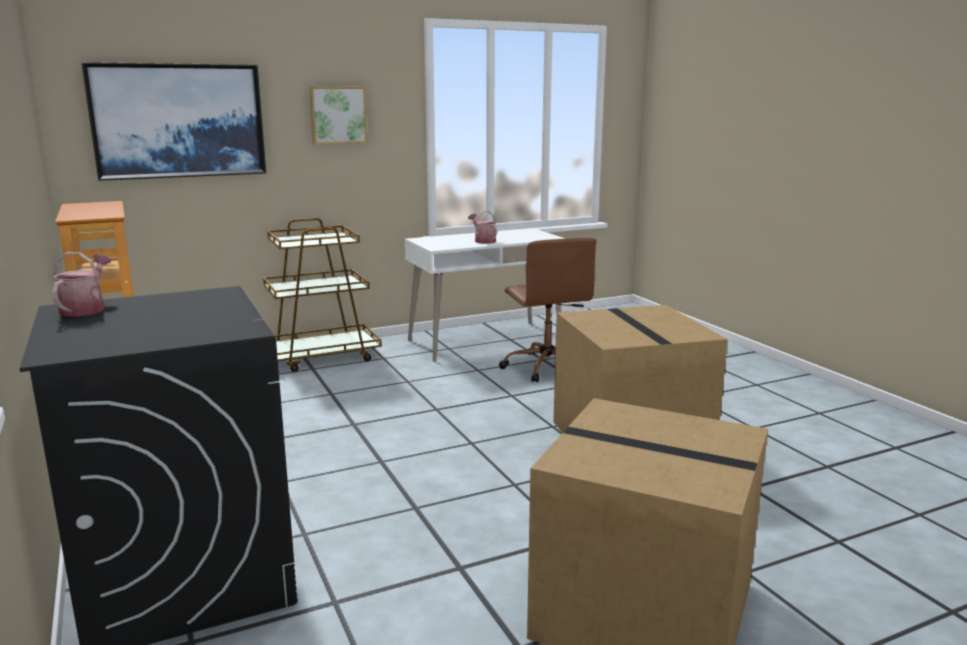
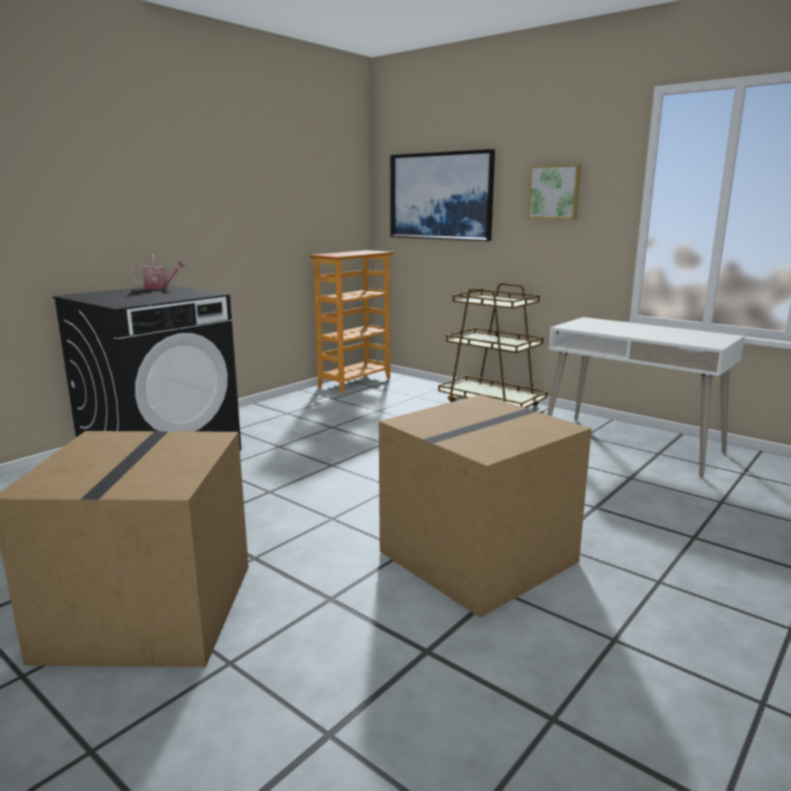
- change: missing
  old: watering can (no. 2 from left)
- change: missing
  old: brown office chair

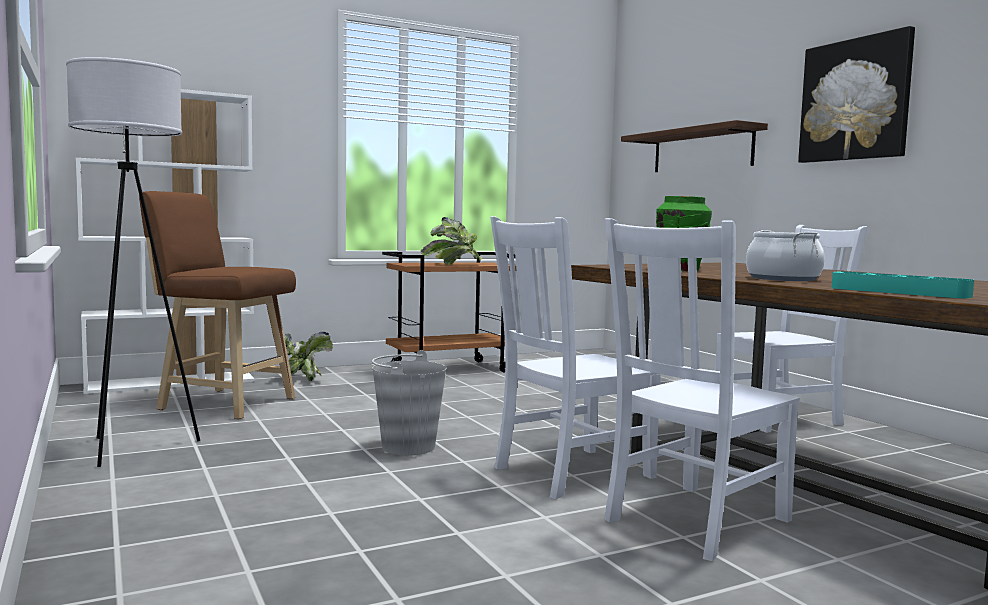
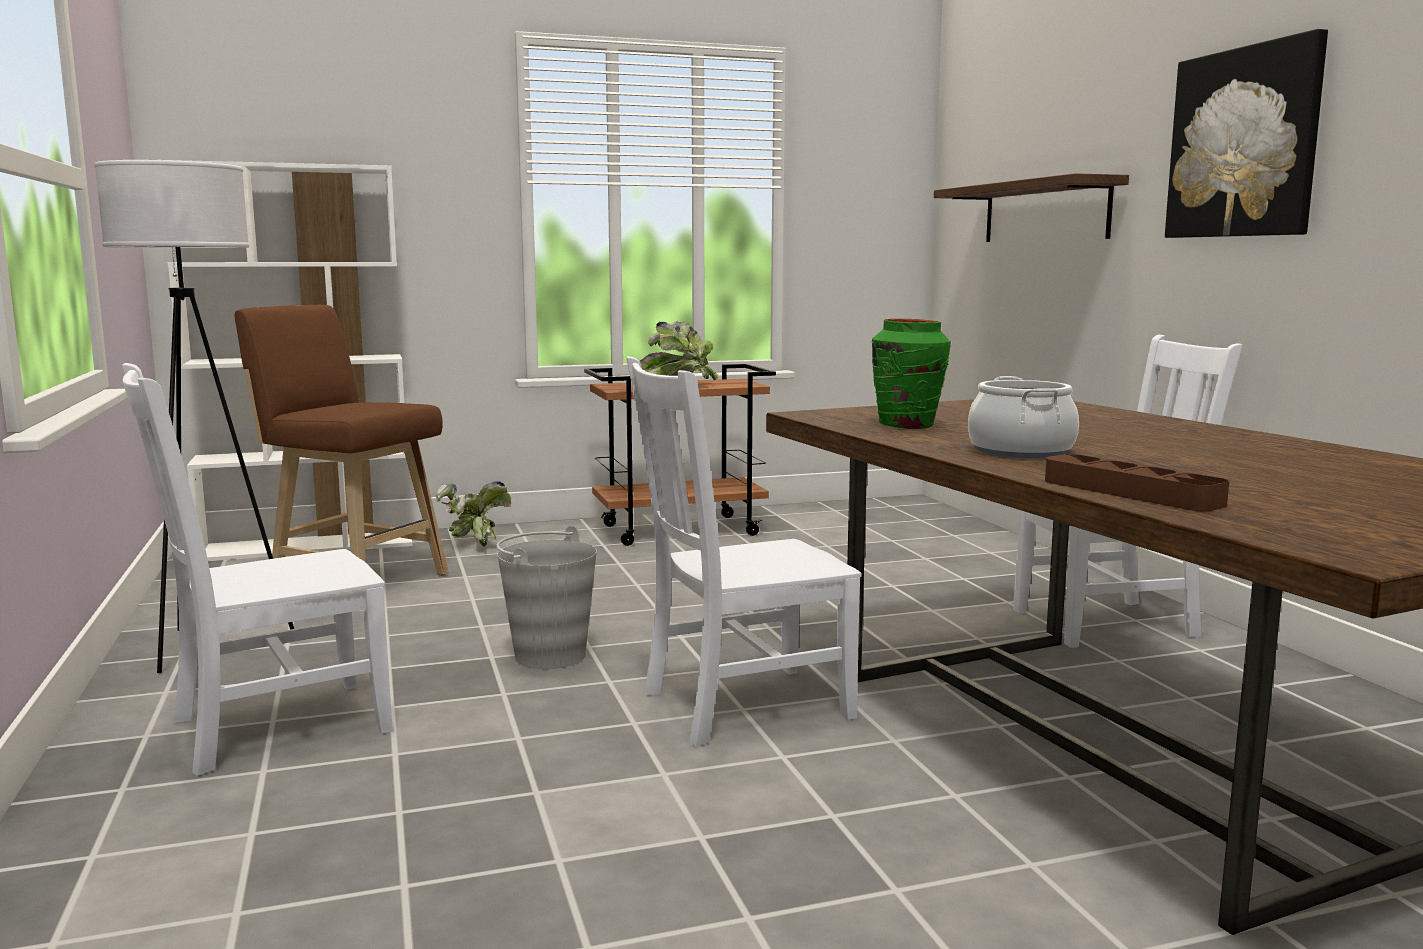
- change: relocated
  old: white chair (no. 2 from left in the first image)
  new: white chair (no. 1 from left)
- change: colour
  old: turquoise tray
  new: brown tray

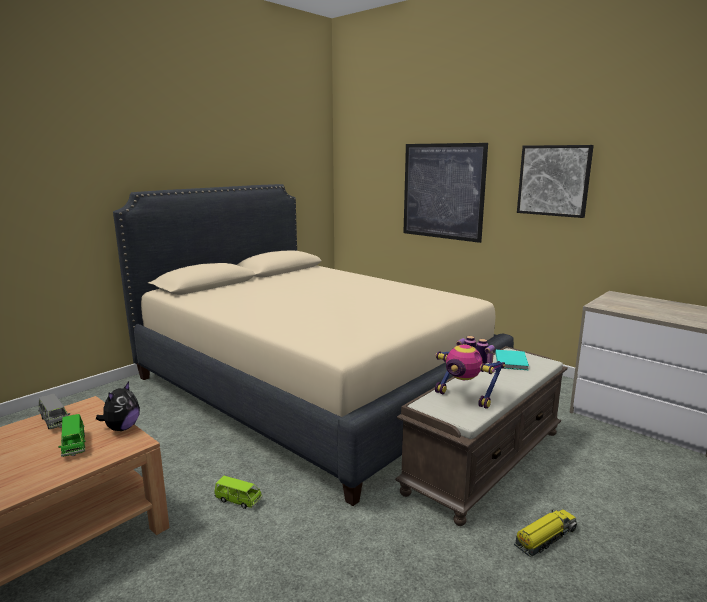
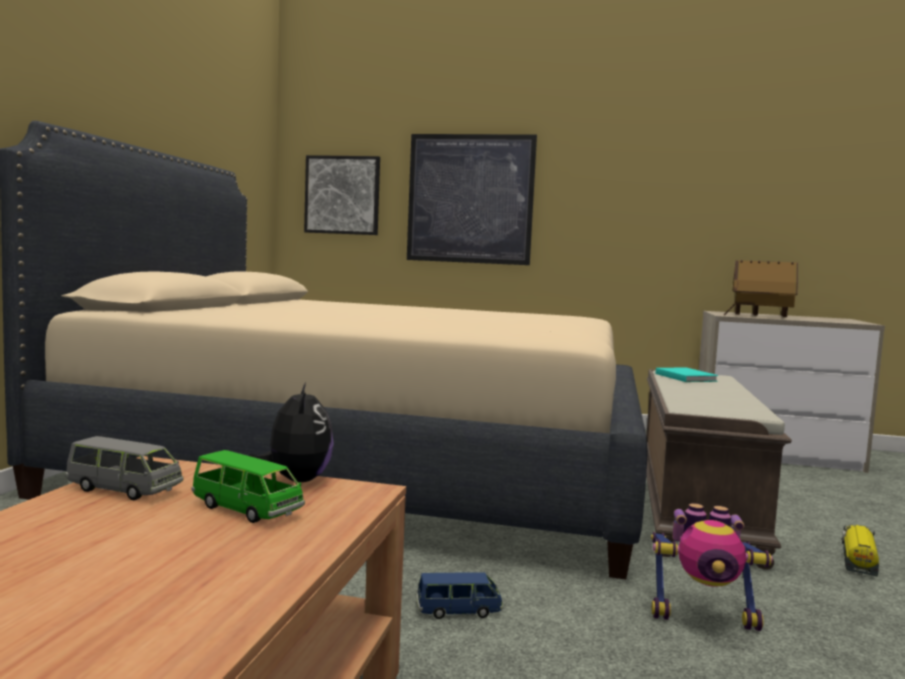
- change: colour
  old: green toy car (no. 2 from left)
  new: blue toy car
- change: relocated
  old: toy robot
- change: relocated
  old: picture (no. 2 from left in the first image)
  new: picture (no. 1 from left)
- change: appeared
  new: toy house

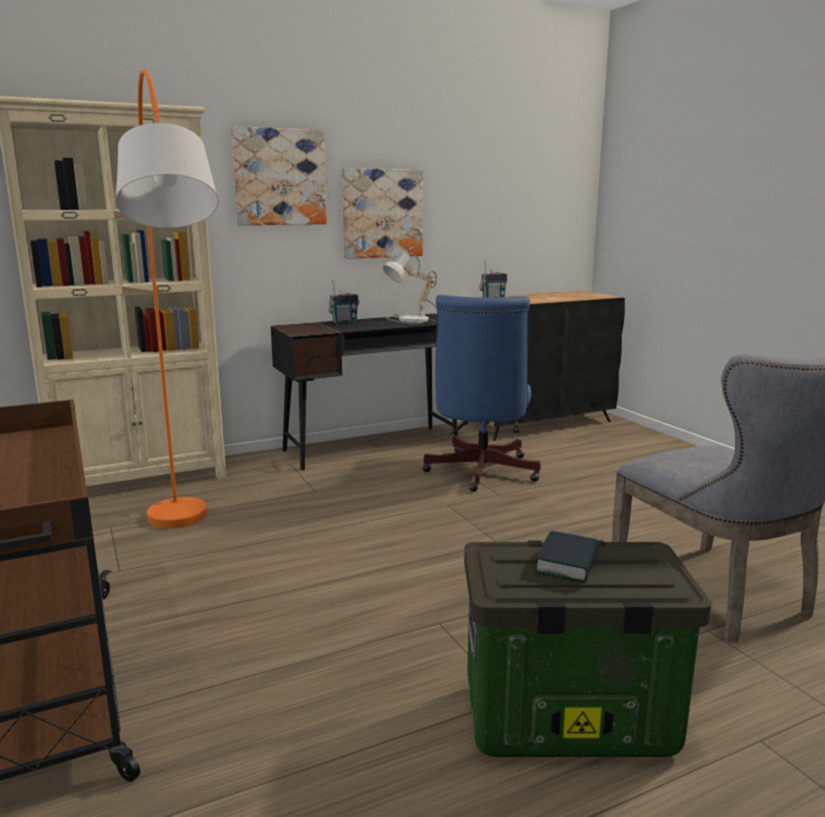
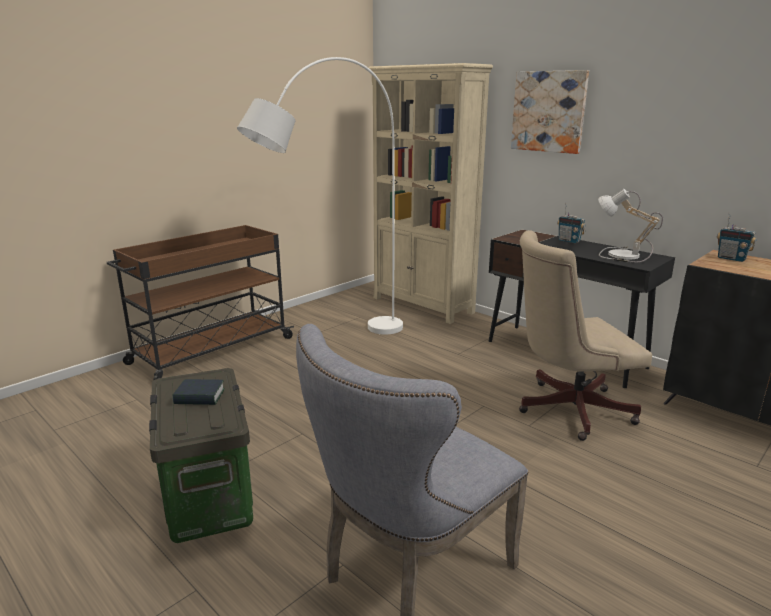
- change: colour
  old: orange floor lamp
  new: white floor lamp
- change: missing
  old: picture (no. 2 from left)
- change: colour
  old: blue office chair
  new: beige office chair

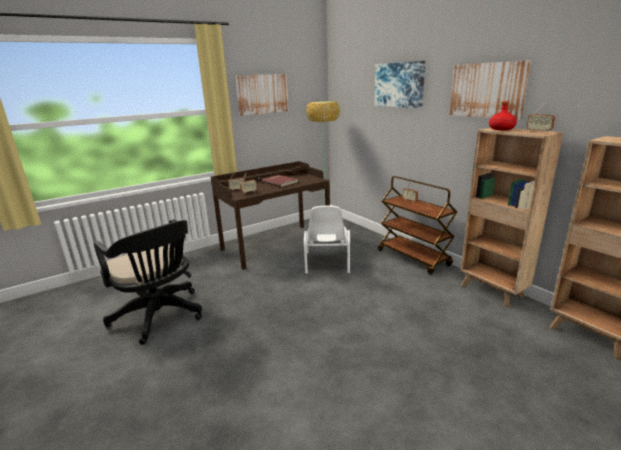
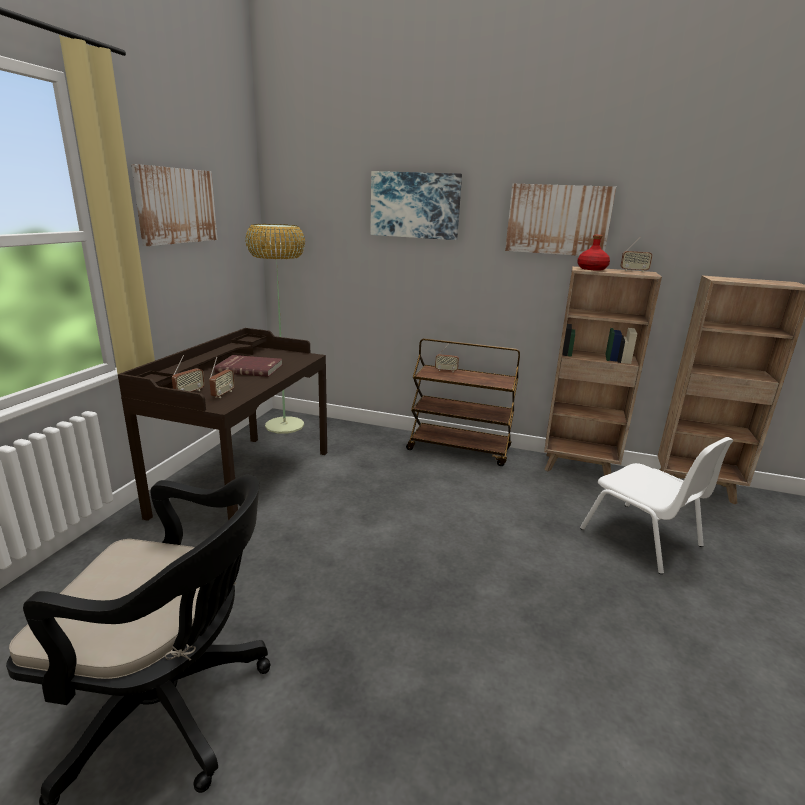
- change: relocated
  old: white chair

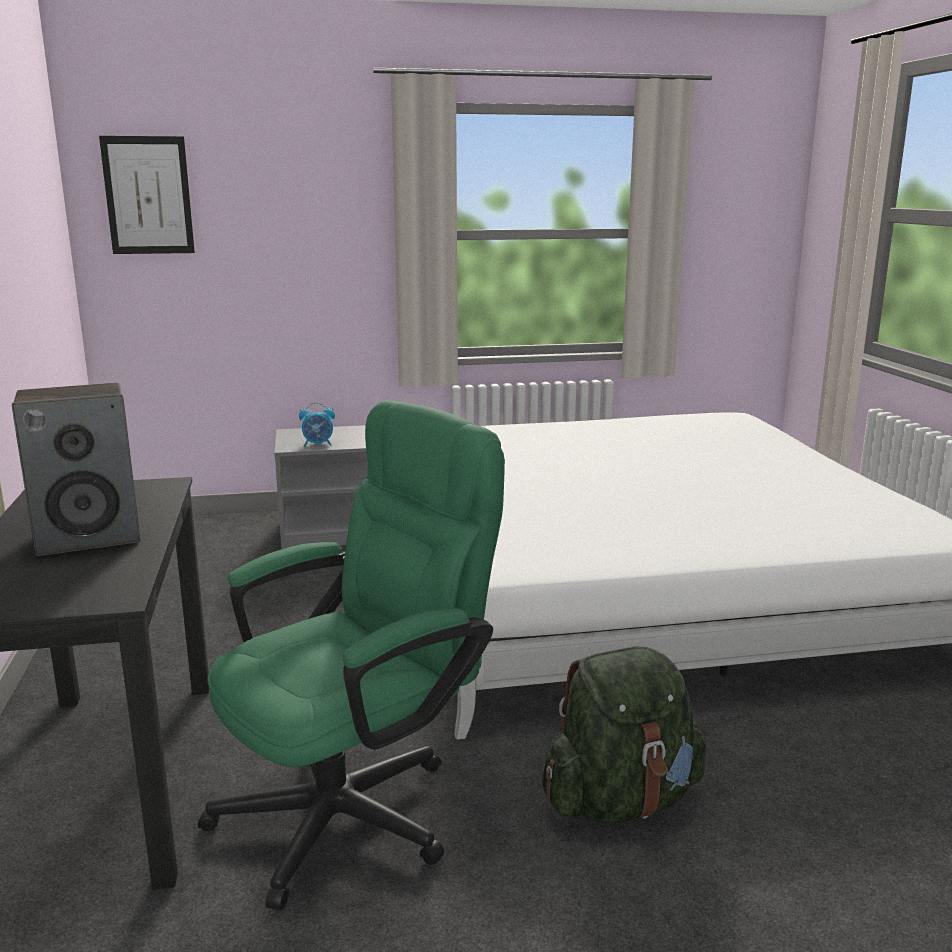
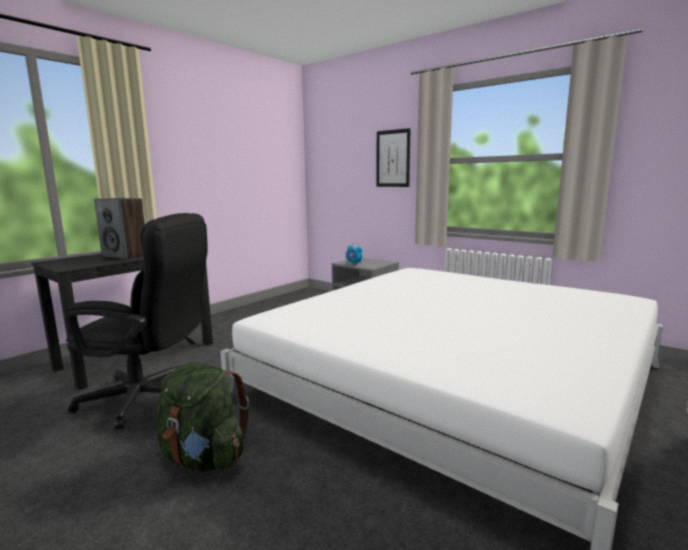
- change: relocated
  old: picture
- change: colour
  old: green office chair
  new: black office chair

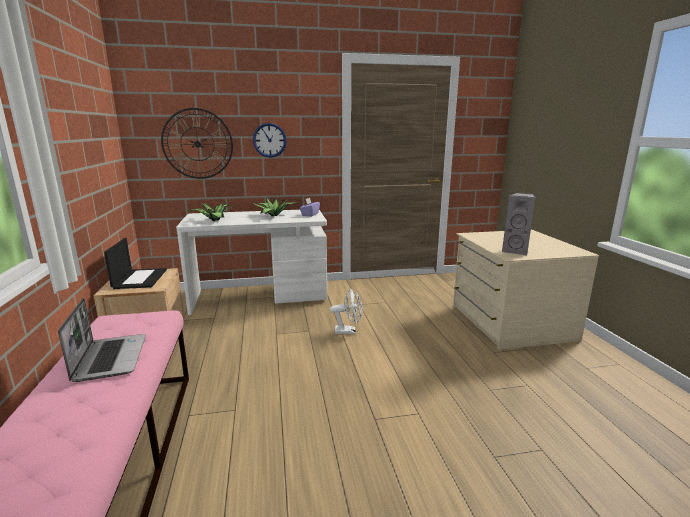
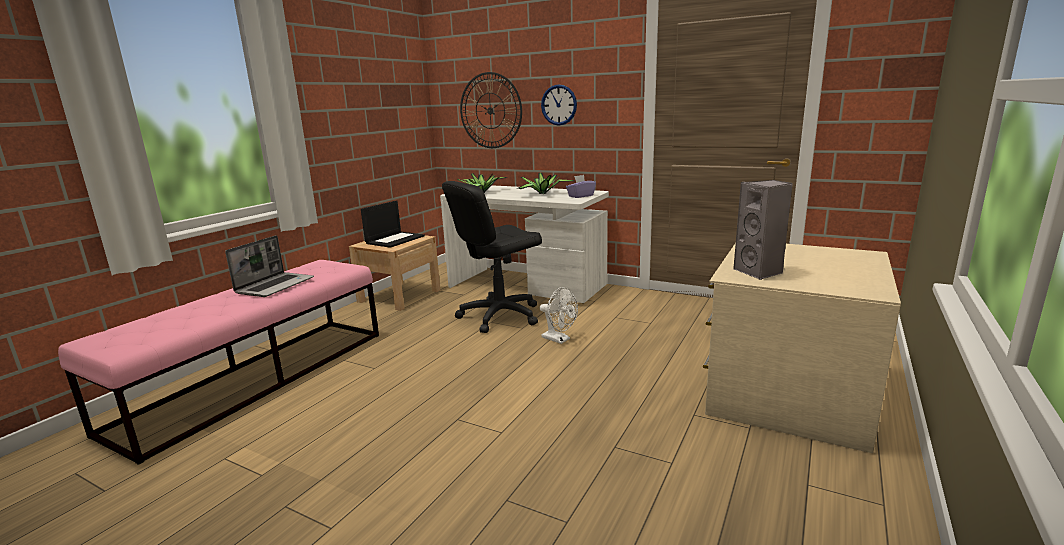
- change: appeared
  new: black office chair

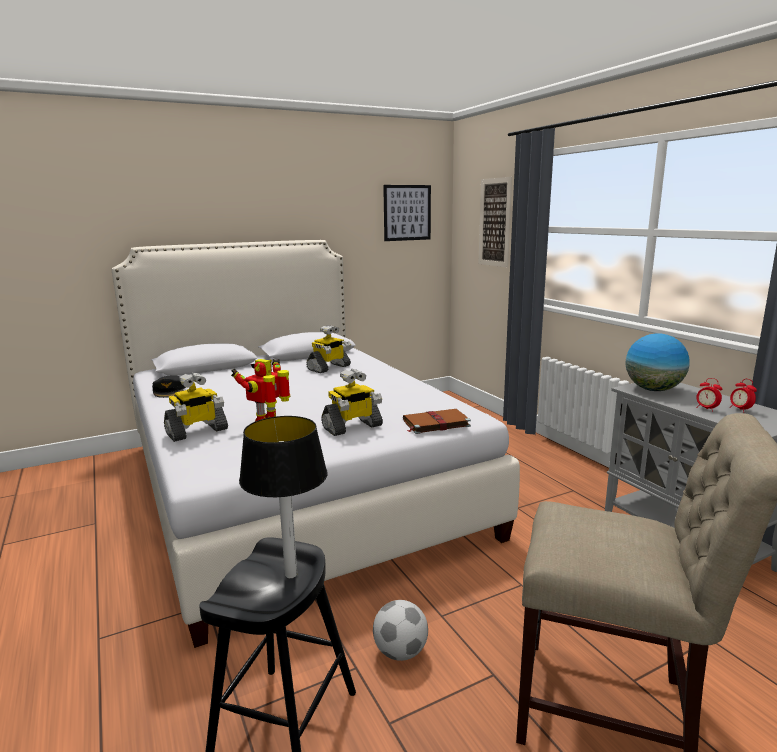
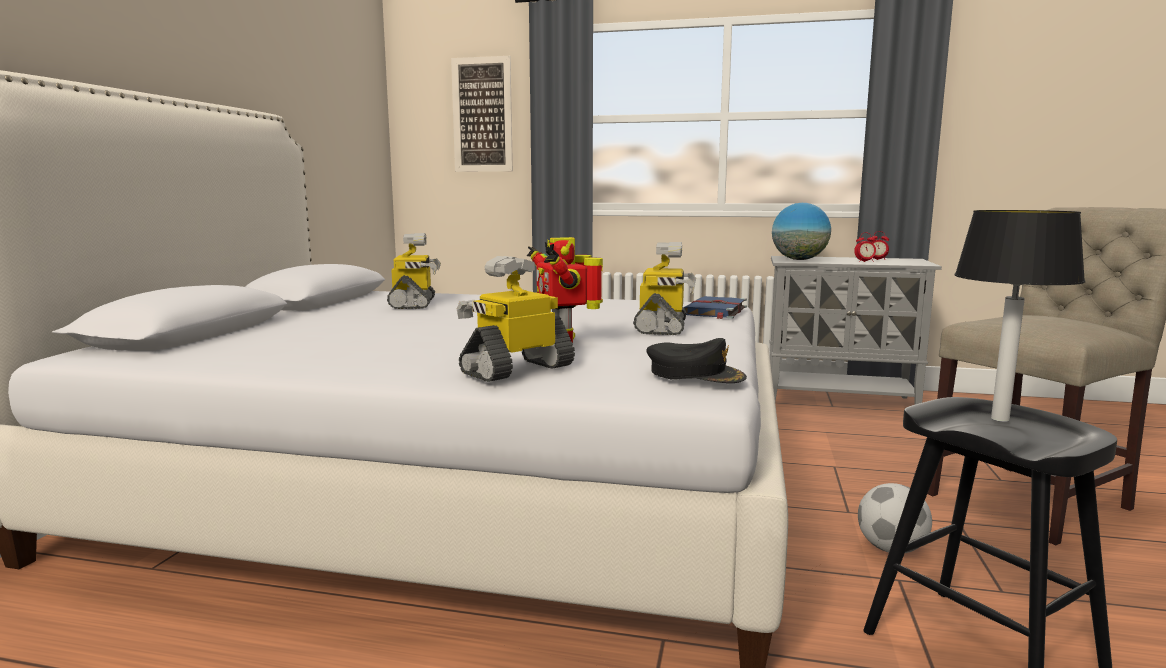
- change: relocated
  old: black cap
- change: spun
  old: toy robot (no. 1 from left in the first image)
  degrees: -135
- change: missing
  old: picture (no. 1 from left)
- change: colour
  old: brown book
  new: blue book

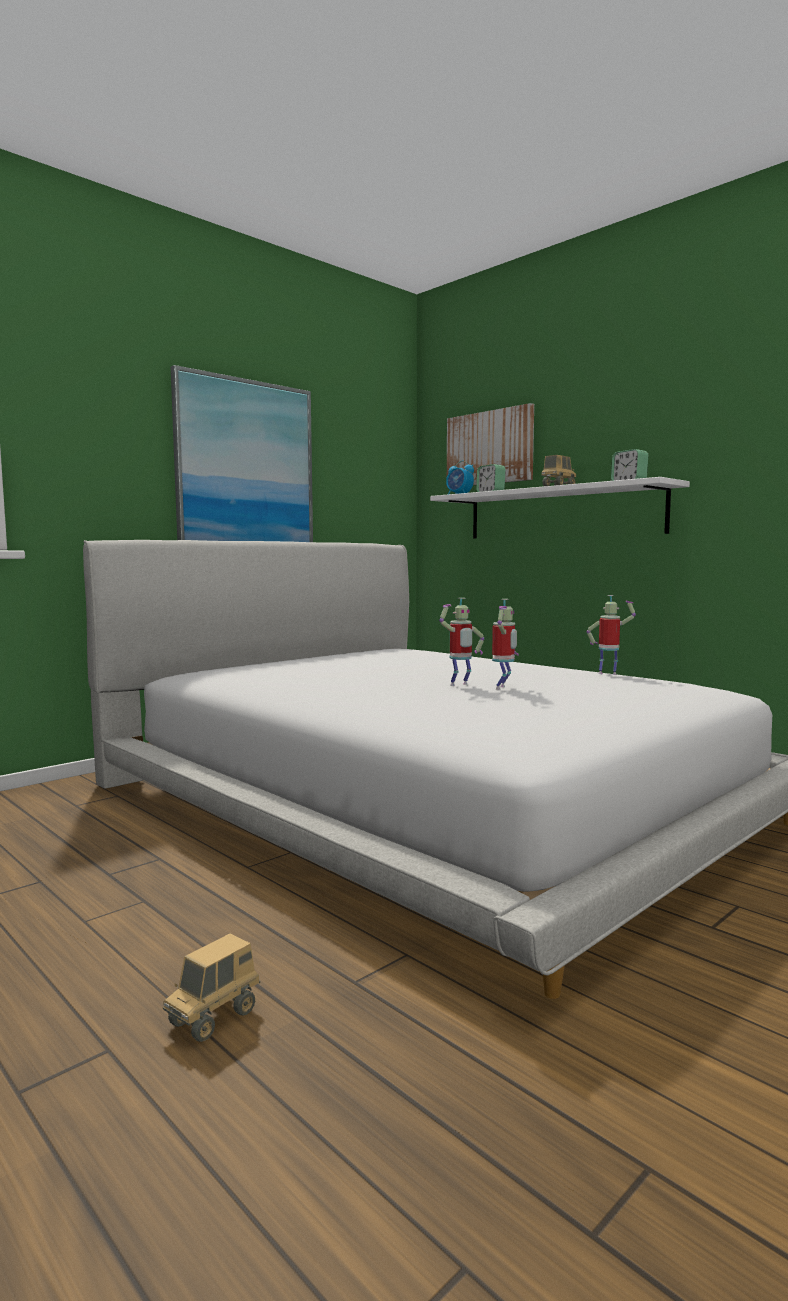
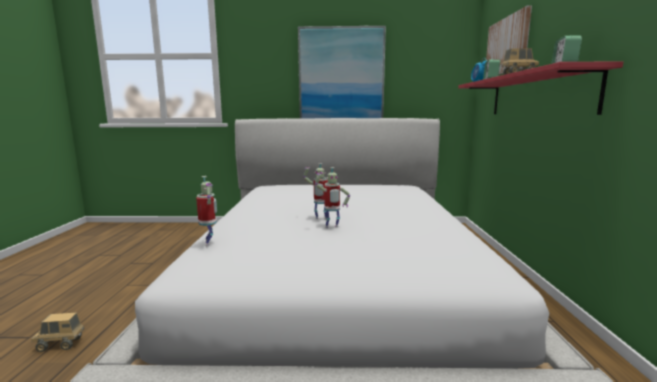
- change: colour
  old: white shelf
  new: red shelf
- change: relocated
  old: toy robot (no. 3 from left in the first image)
  new: toy robot (no. 1 from left)

